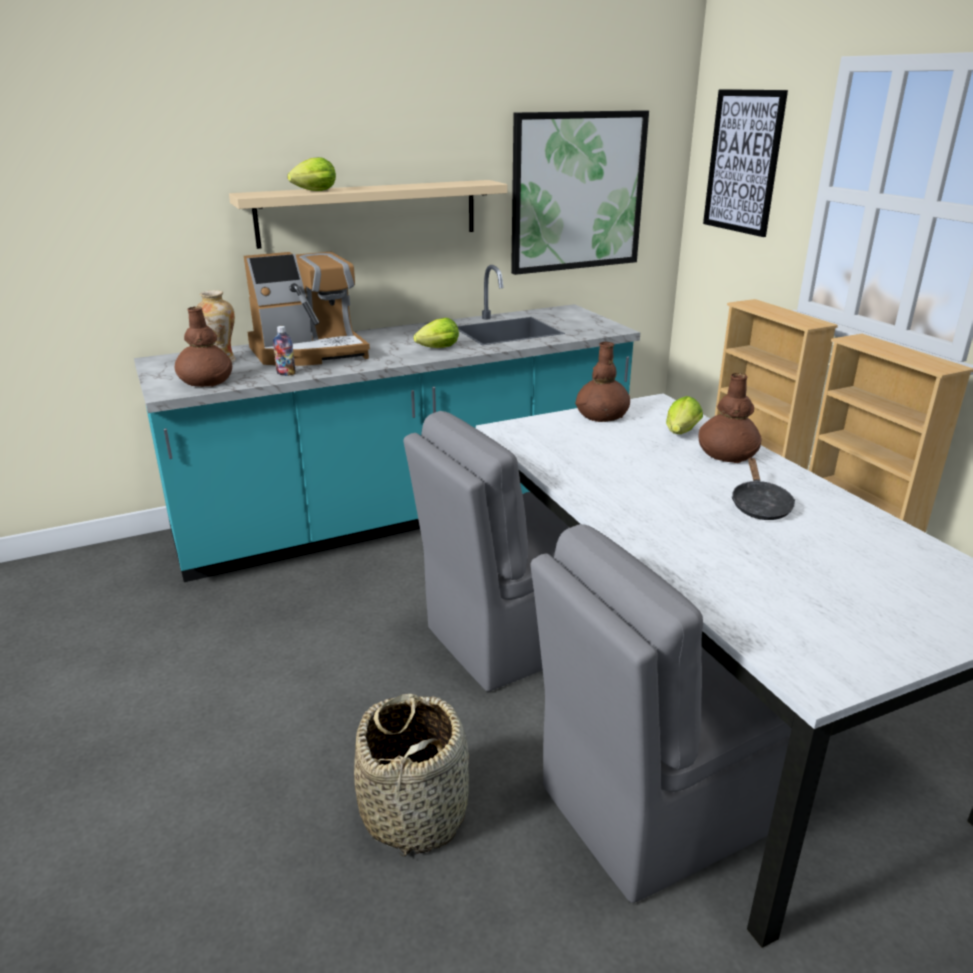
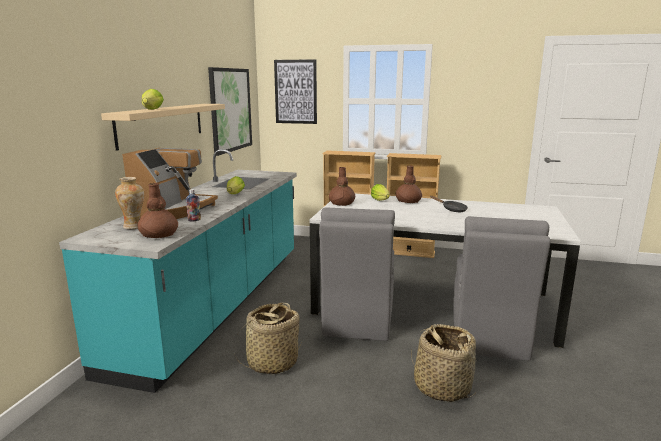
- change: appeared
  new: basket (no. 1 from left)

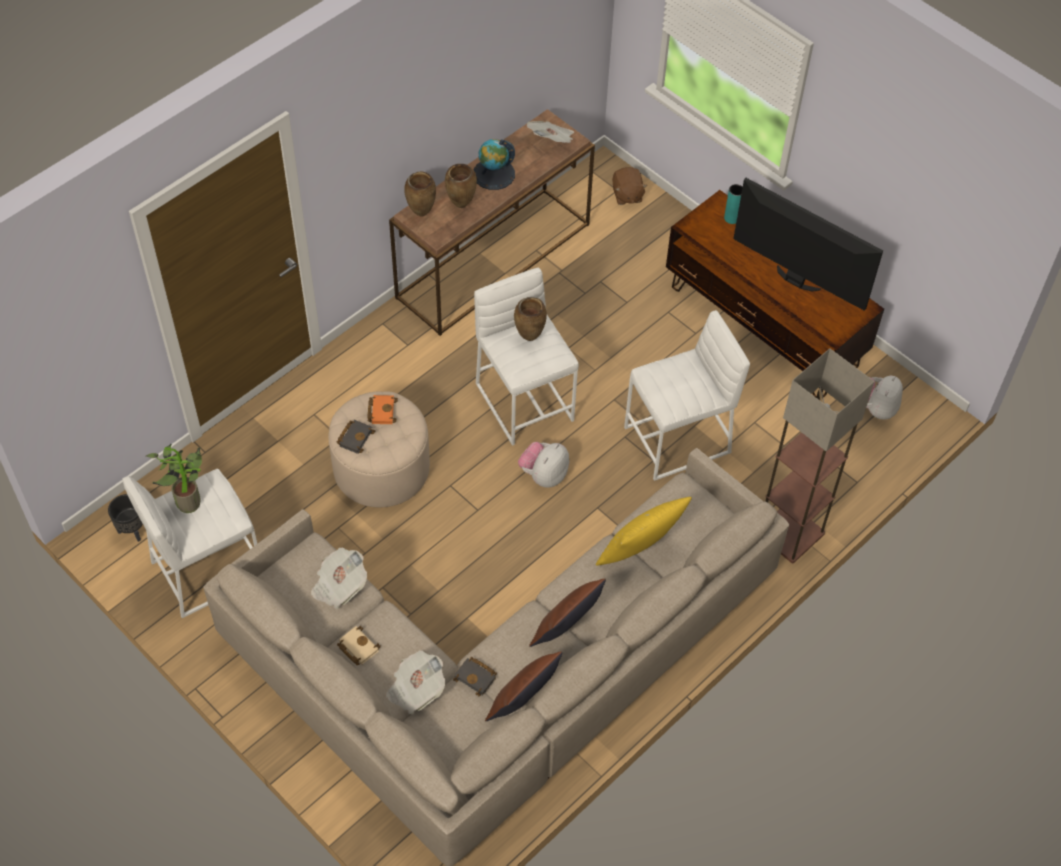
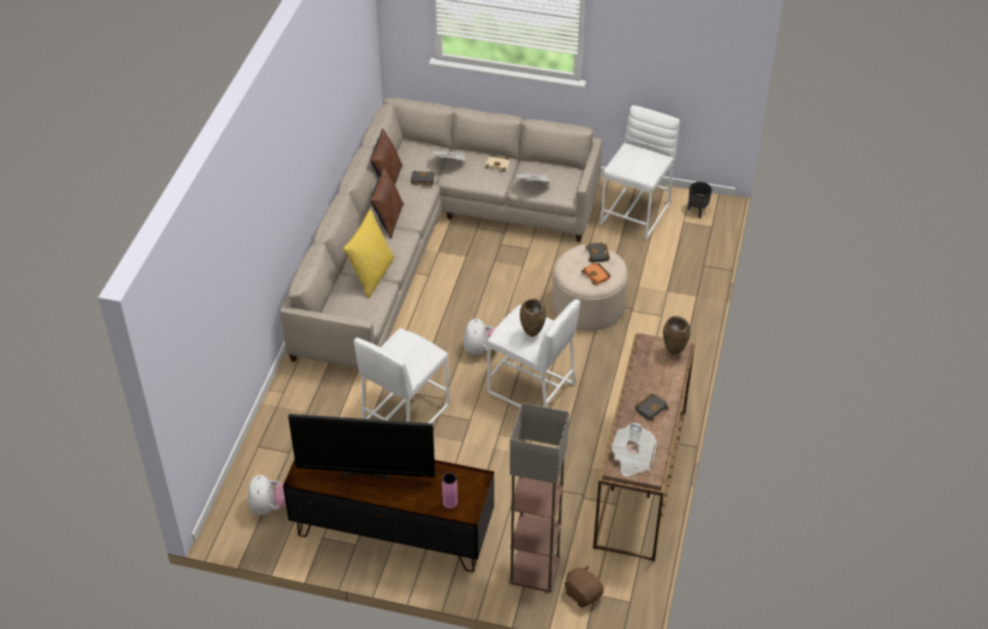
- change: missing
  old: potted plant
- change: missing
  old: brown vase (no. 2 from left)
- change: exchanged
  old: globe
  new: black book (no. 3 from left)
- change: colour
  old: turquoise vase
  new: pink vase
- change: relocated
  old: floor lamp

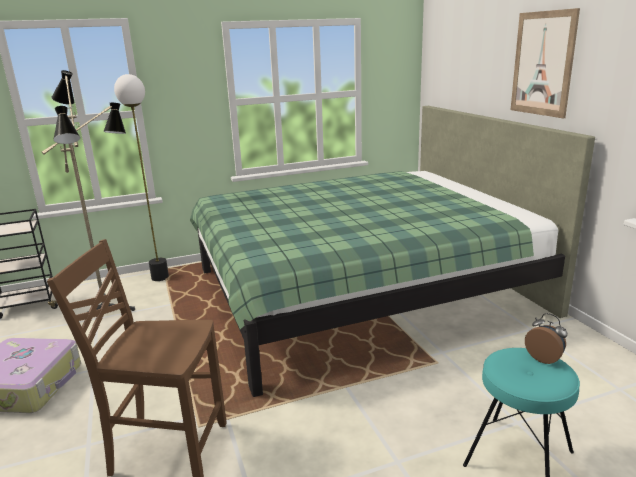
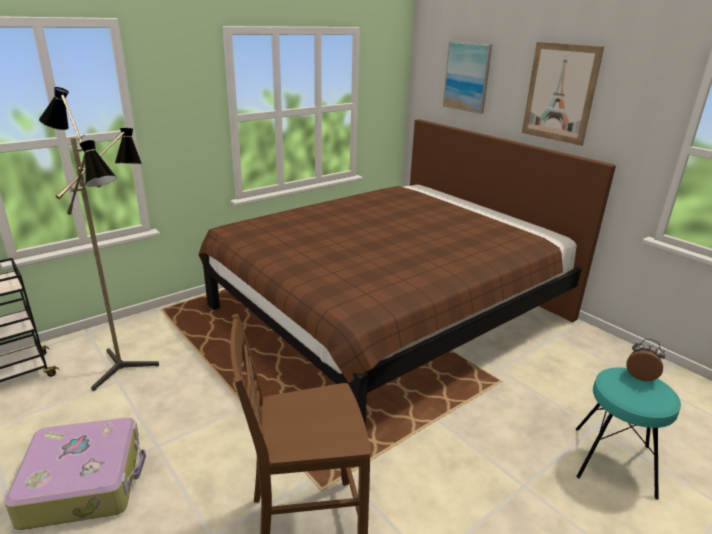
- change: missing
  old: floor lamp (no. 2 from left)
- change: colour
  old: green bed
  new: brown bed
- change: appeared
  new: picture (no. 1 from left)

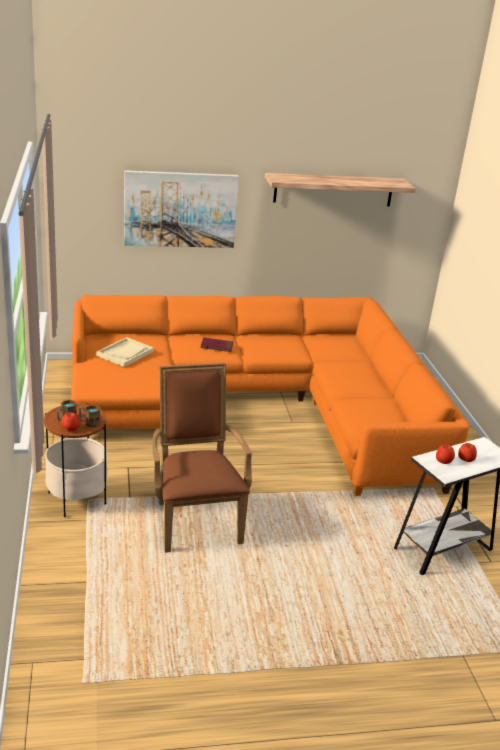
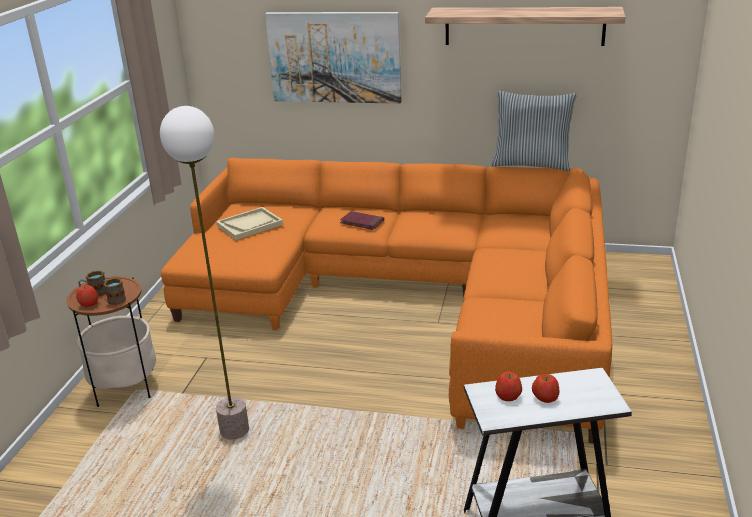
- change: exchanged
  old: brown armchair
  new: floor lamp
- change: appeared
  new: pillow

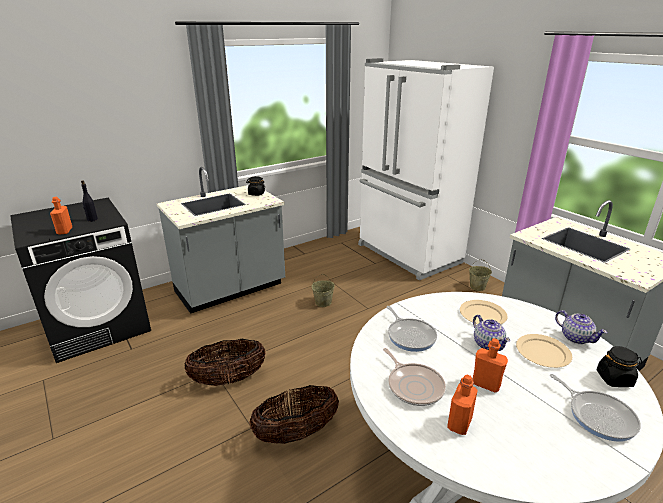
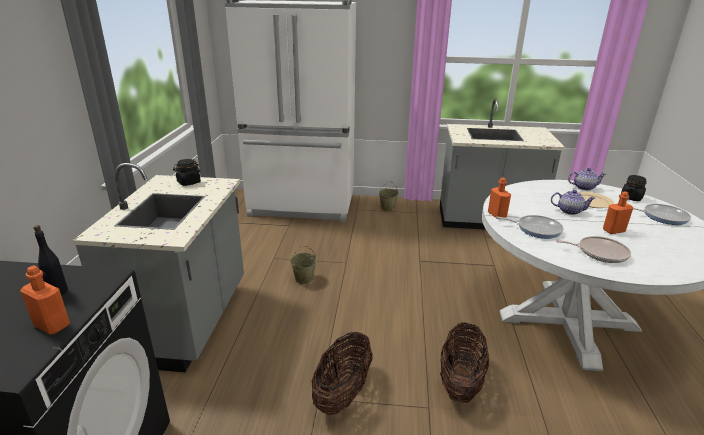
- change: relocated
  old: orange bottle (no. 2 from left)
- change: missing
  old: beige plate (no. 1 from left)

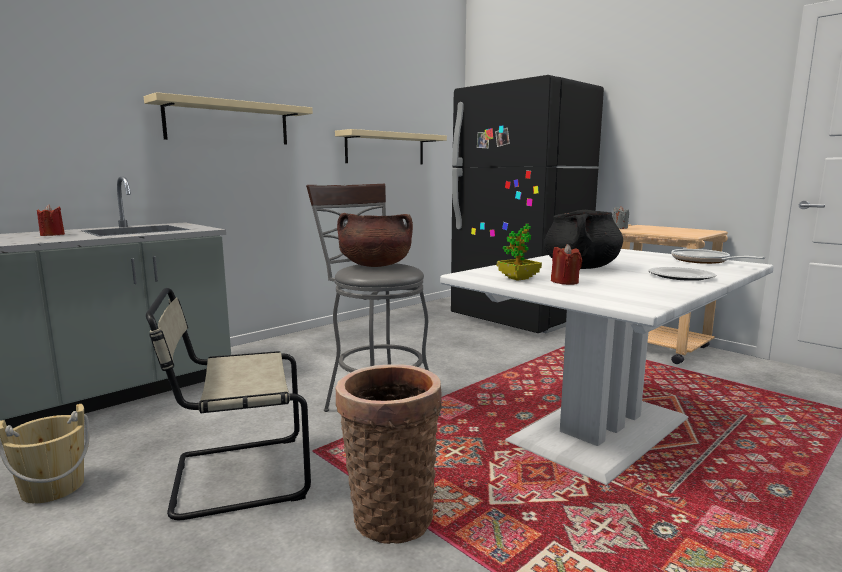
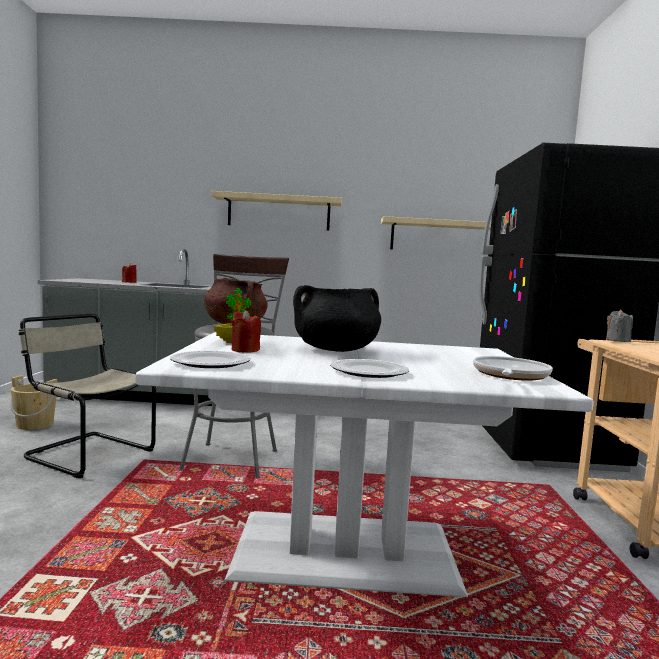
- change: missing
  old: basket
- change: appeared
  new: plate (no. 1 from left)

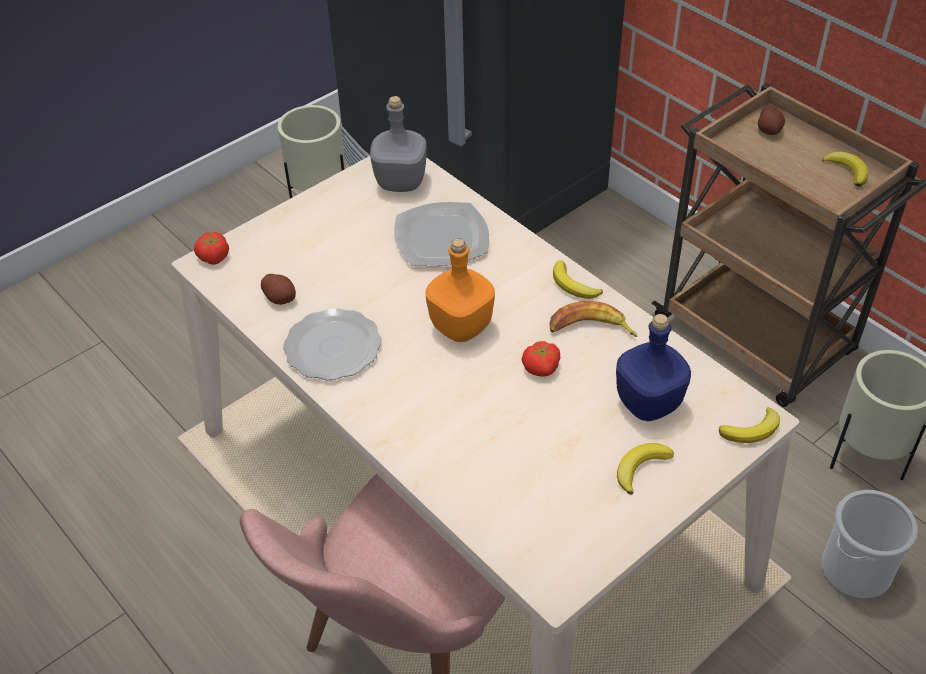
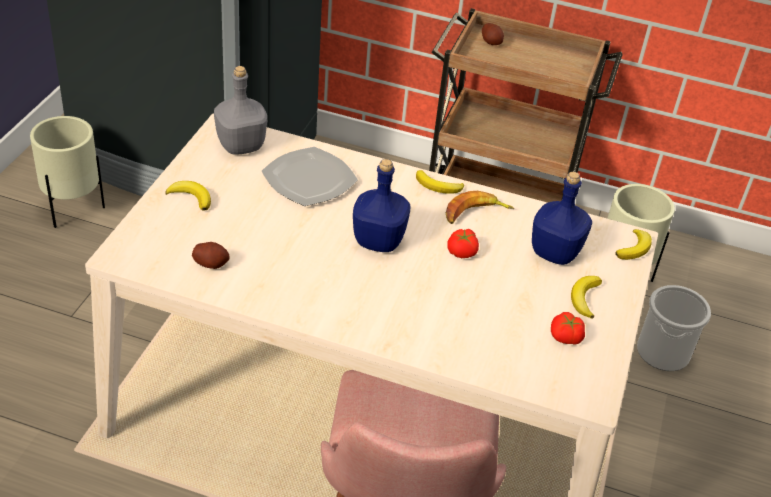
- change: relocated
  old: tomato (no. 1 from left in the first image)
  new: tomato (no. 2 from left)
- change: missing
  old: plate (no. 1 from left)
- change: colour
  old: orange bottle
  new: blue bottle (no. 1 from left)
- change: relocated
  old: banana (no. 5 from left in the first image)
  new: banana (no. 1 from left)

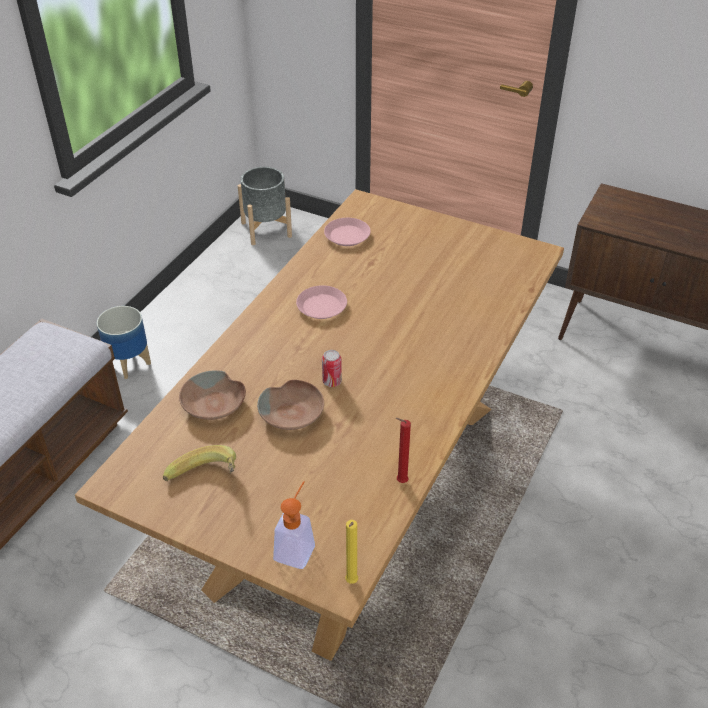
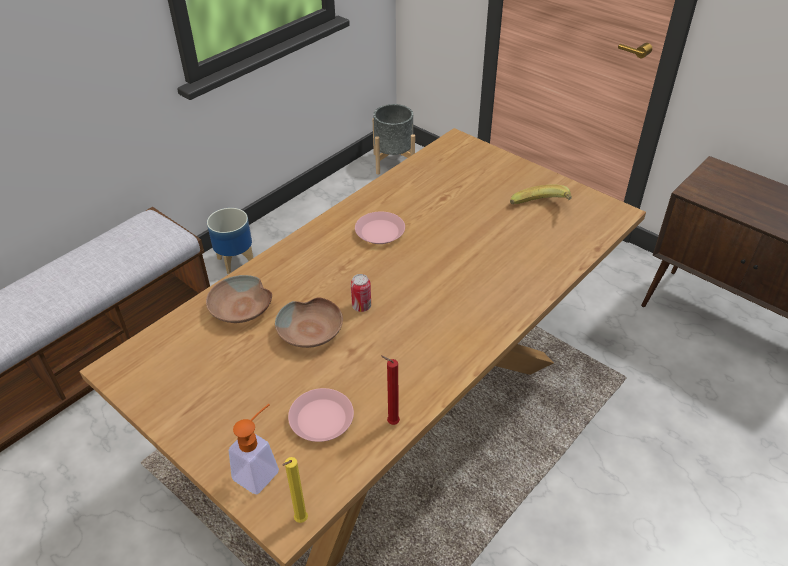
- change: relocated
  old: banana
- change: relocated
  old: pink plate (no. 2 from left in the first image)
  new: pink plate (no. 1 from left)

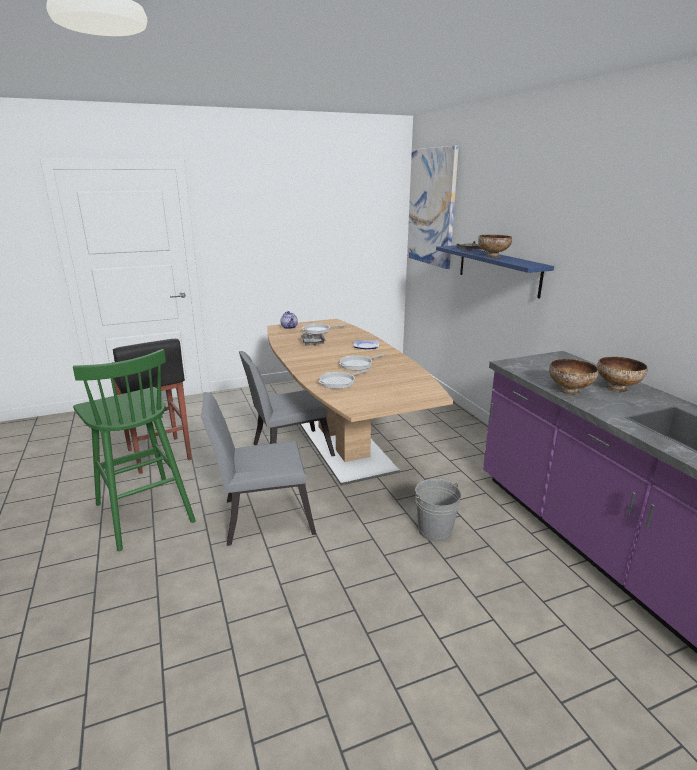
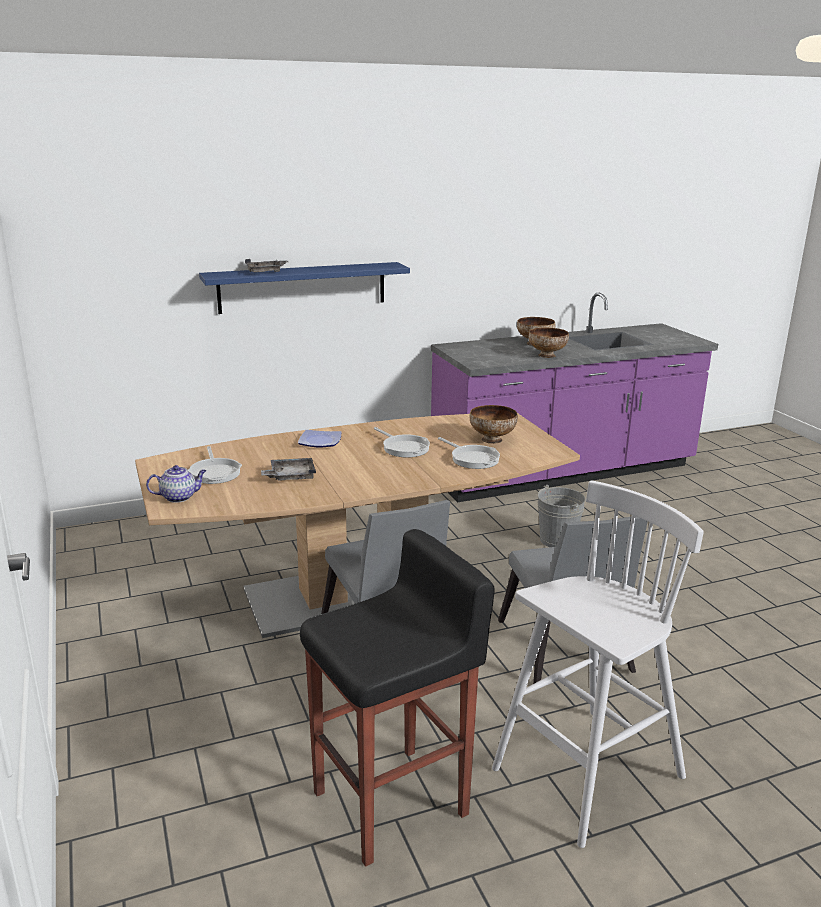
- change: colour
  old: green stool
  new: white stool
- change: missing
  old: picture
- change: relocated
  old: bowl (no. 1 from left)

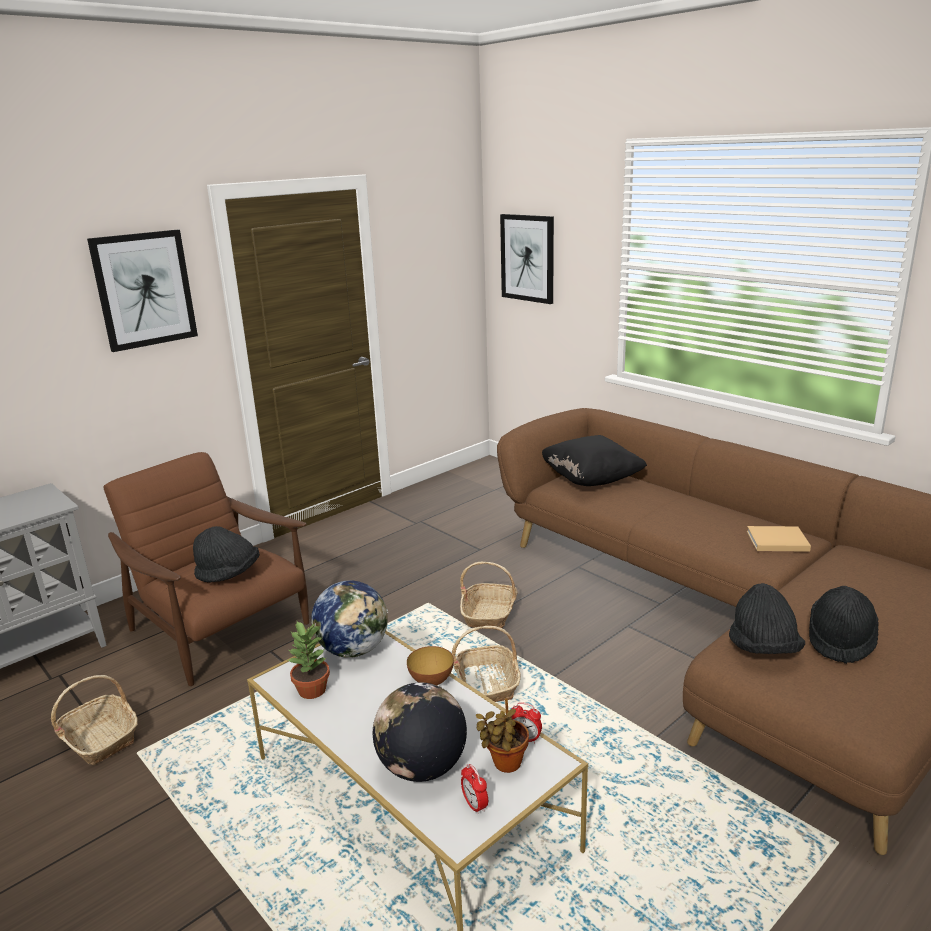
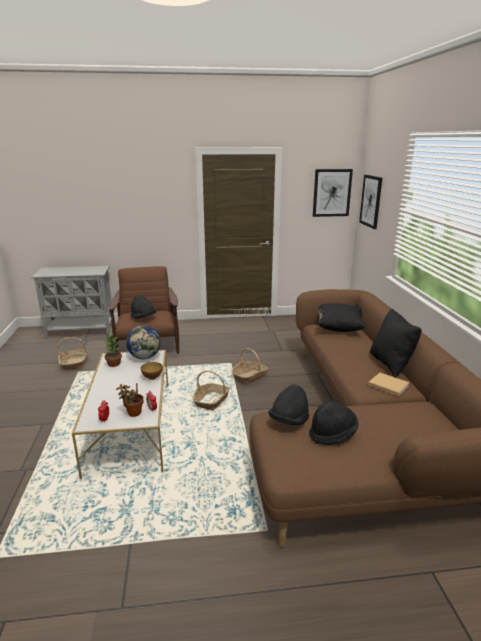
- change: relocated
  old: picture (no. 1 from left)
- change: missing
  old: globe (no. 2 from left)
- change: appeared
  new: black pillow (no. 2 from left)

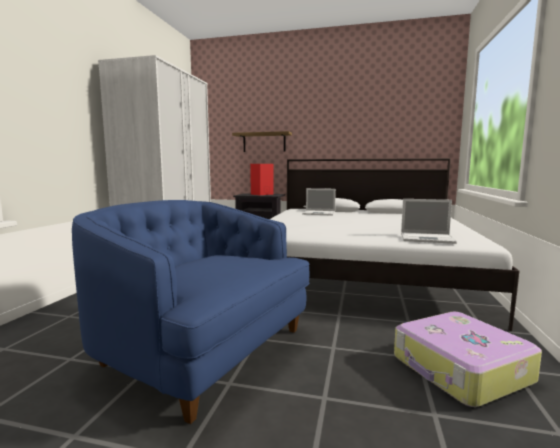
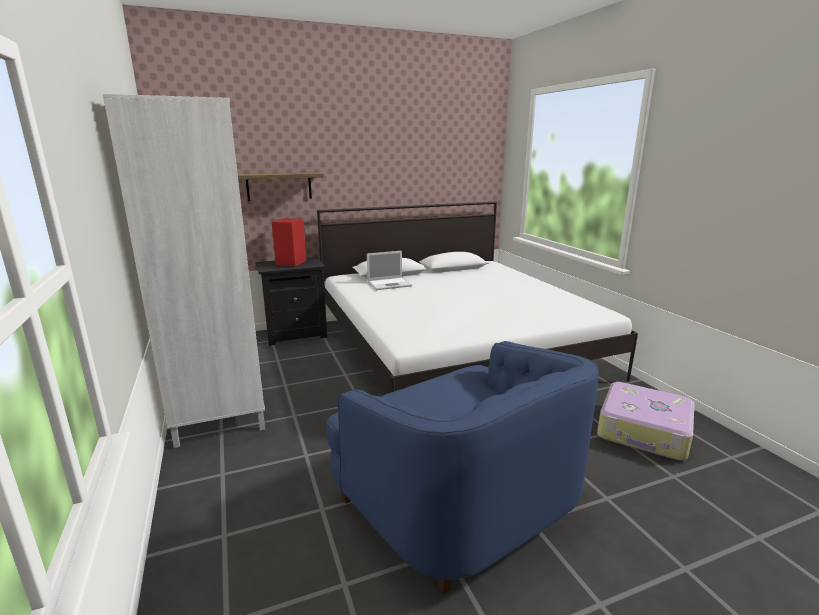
- change: spun
  old: blue armchair
  degrees: -120
- change: missing
  old: laptop (no. 2 from left)

